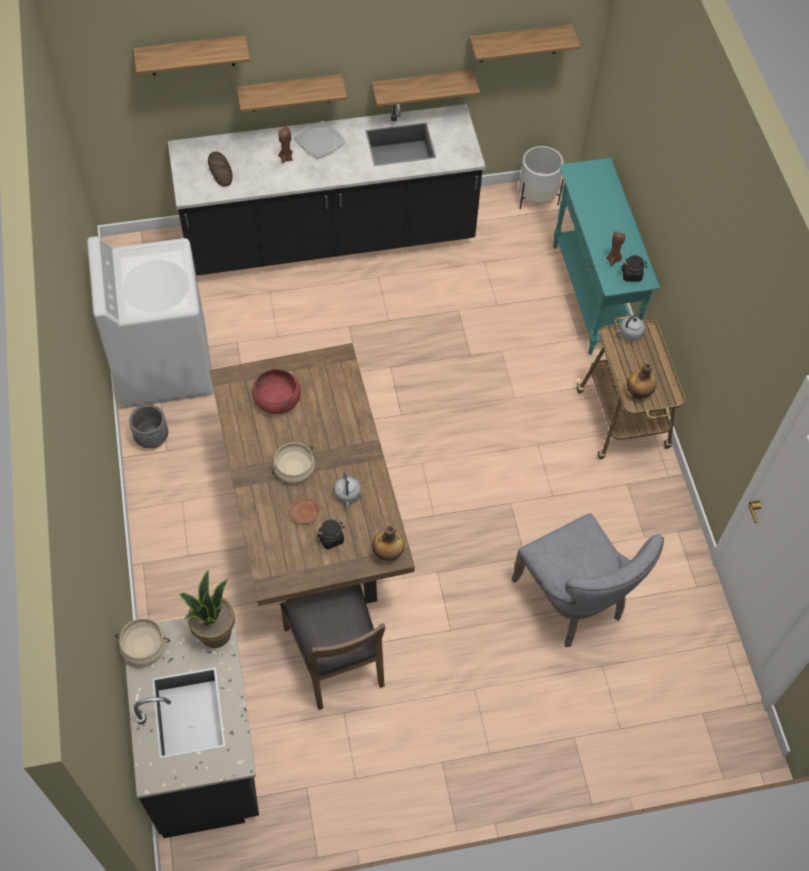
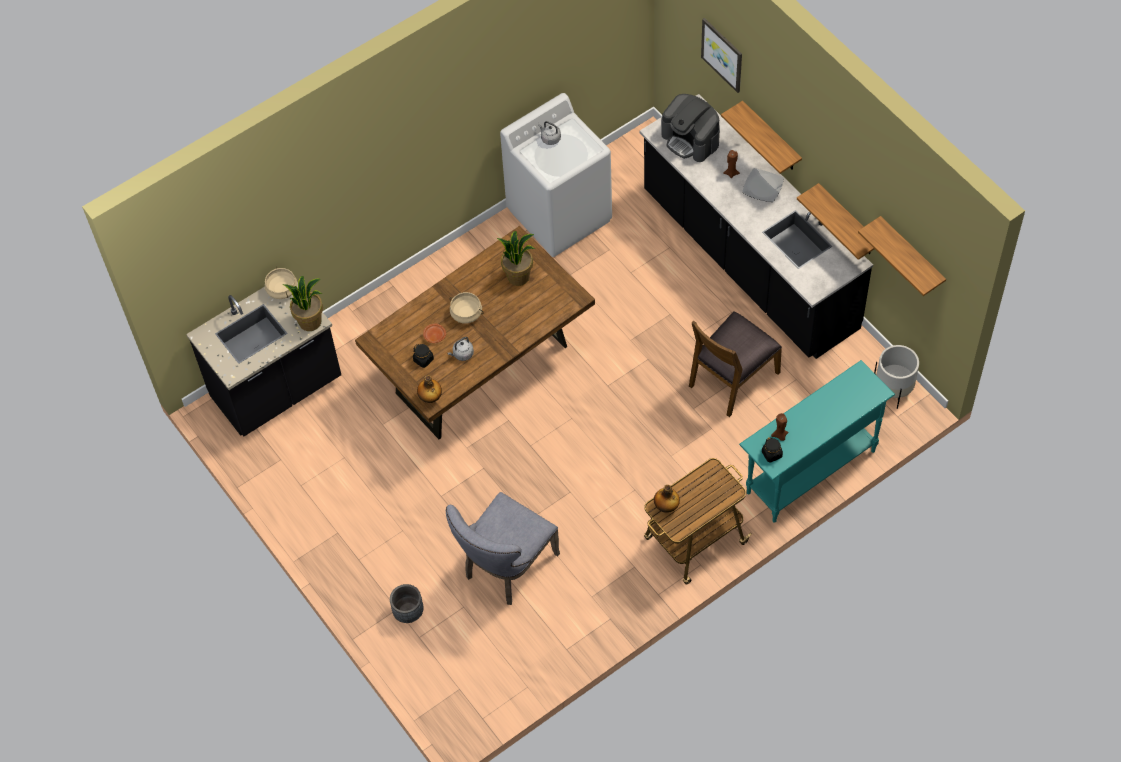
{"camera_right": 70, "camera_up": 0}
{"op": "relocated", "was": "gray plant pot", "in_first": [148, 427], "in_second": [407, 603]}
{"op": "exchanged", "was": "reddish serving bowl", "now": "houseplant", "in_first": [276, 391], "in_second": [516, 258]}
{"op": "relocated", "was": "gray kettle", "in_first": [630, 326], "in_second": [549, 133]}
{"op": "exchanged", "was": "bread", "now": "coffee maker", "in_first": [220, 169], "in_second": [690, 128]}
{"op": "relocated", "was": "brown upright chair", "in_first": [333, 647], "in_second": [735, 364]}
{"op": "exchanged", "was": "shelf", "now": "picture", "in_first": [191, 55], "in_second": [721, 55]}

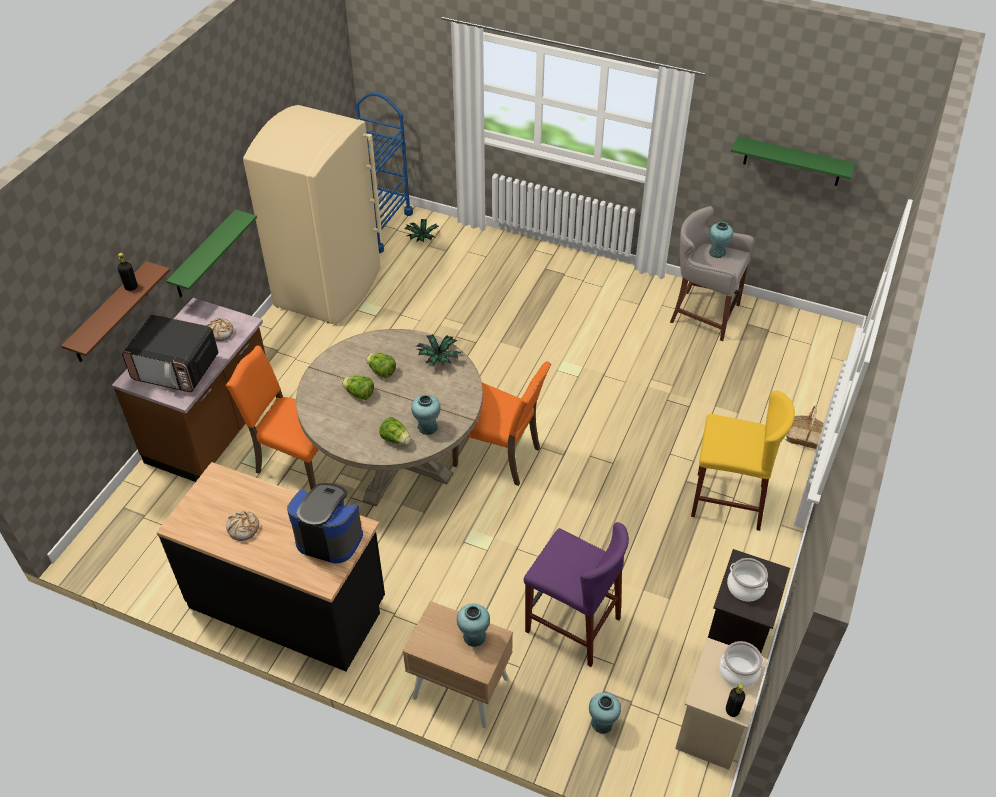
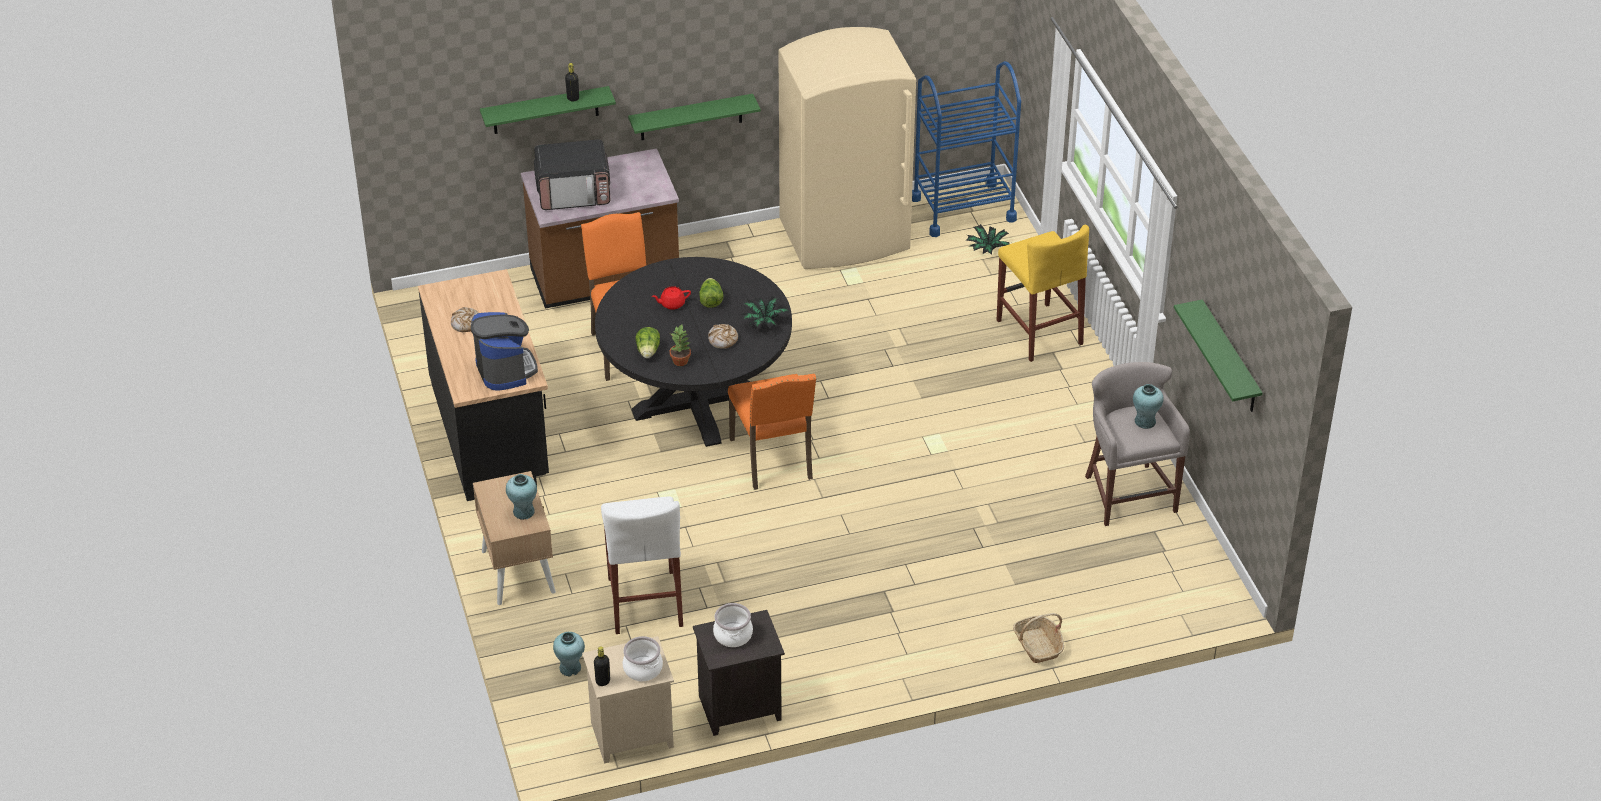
{"camera_right": 50, "camera_up": -5}
{"op": "colour", "was": "brown shelf", "now": "greenish shelf", "in_first": [115, 311], "in_second": [548, 110]}
{"op": "spun", "was": "kitchen microwave", "in_first": [170, 353], "in_second": [572, 174], "clockwise": -75}
{"op": "colour", "was": "beige-coloured dinner table", "now": "blackish dinner table", "in_first": [389, 418], "in_second": [693, 352]}
{"op": "colour", "was": "purple sitting stool", "now": "white sitting stool", "in_first": [576, 594], "in_second": [642, 565]}
{"op": "exchanged", "was": "lettuce head", "now": "reddish tea pot", "in_first": [358, 388], "in_second": [671, 298]}
{"op": "exchanged", "was": "turquoise vase", "now": "houseplant", "in_first": [425, 415], "in_second": [680, 345]}
{"op": "relocated", "was": "bread", "in_first": [220, 329], "in_second": [723, 336]}
{"op": "relocated", "was": "yellow-coloured sitting stool", "in_first": [743, 461], "in_second": [1043, 293]}

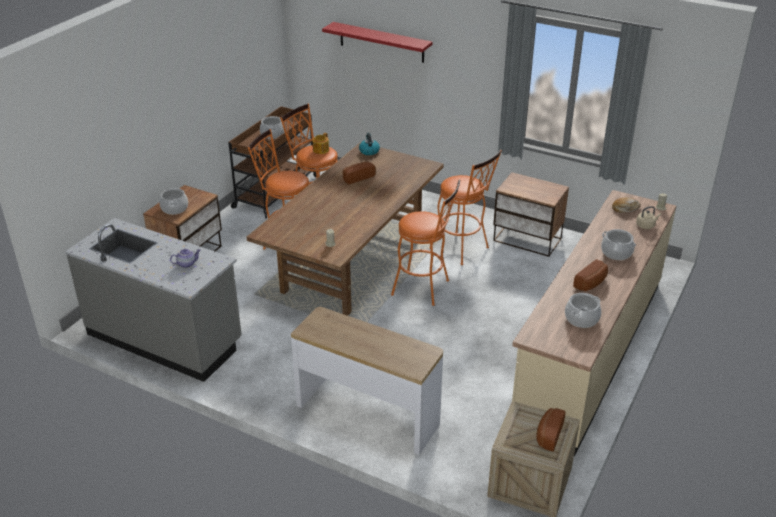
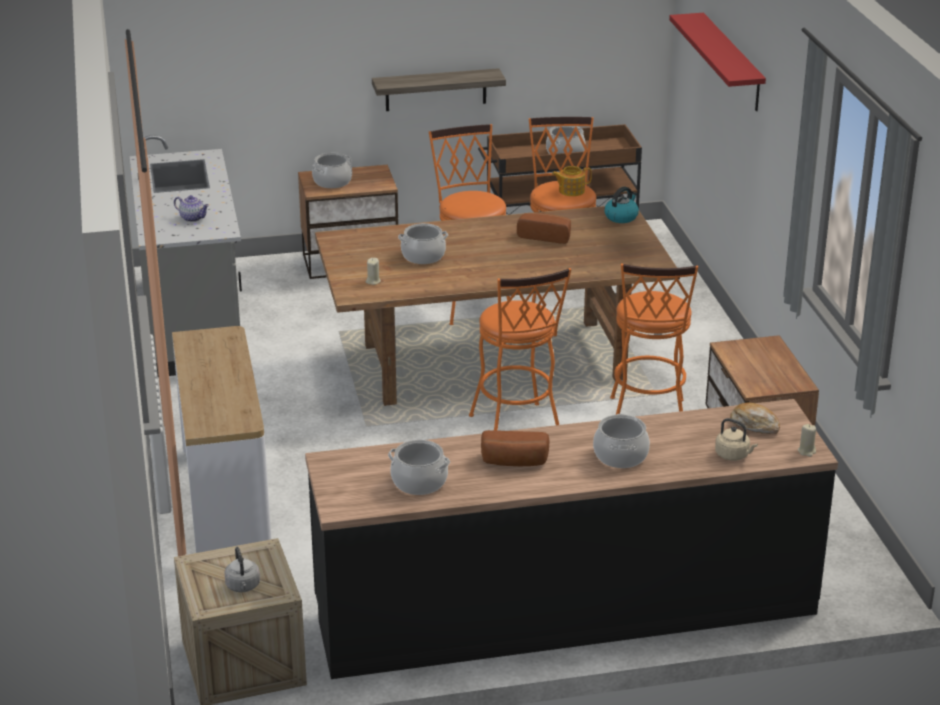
{"camera_right": 50, "camera_up": -5}
{"op": "exchanged", "was": "bread", "now": "gray kettle", "in_first": [551, 429], "in_second": [242, 569]}
{"op": "colour", "was": "beige-coloured kitchen base unit", "now": "blackish kitchen base unit", "in_first": [594, 323], "in_second": [571, 539]}
{"op": "appeared", "now": "shelf", "in_second": [439, 89]}
{"op": "appeared", "now": "cooking pot", "in_second": [423, 243]}

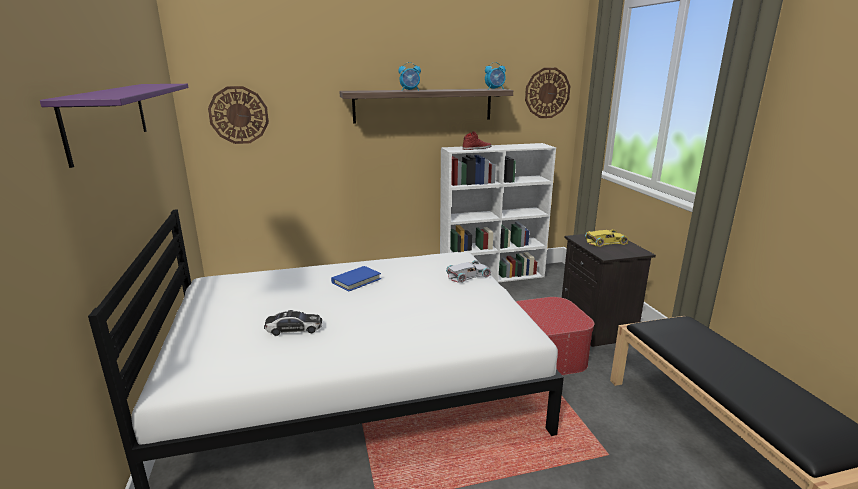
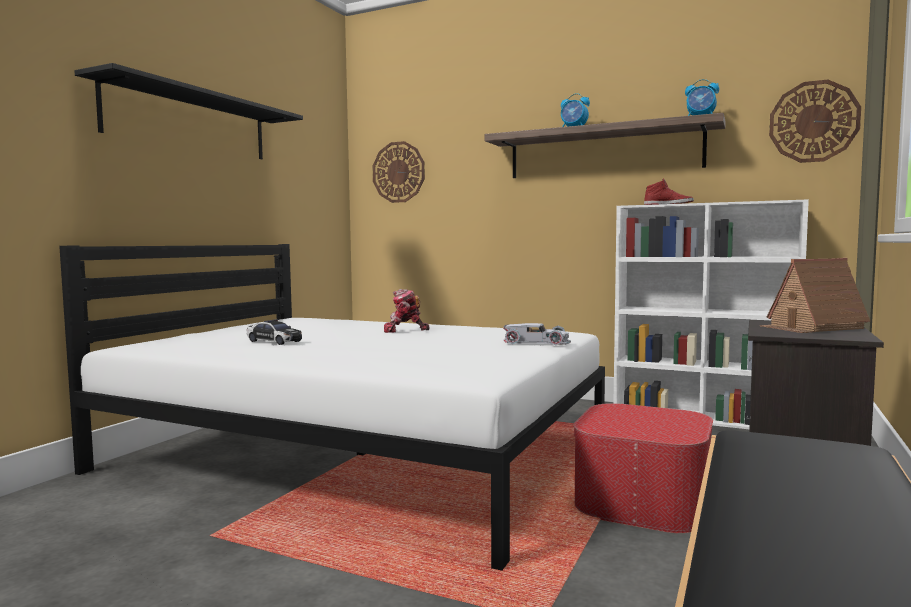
{"camera_right": 40, "camera_up": -15}
{"op": "colour", "was": "purple shelf", "now": "blackish shelf", "in_first": [114, 126], "in_second": [189, 111]}
{"op": "exchanged", "was": "bluish bound book", "now": "model robot", "in_first": [356, 279], "in_second": [406, 311]}
{"op": "exchanged", "was": "yellow-coloured model car", "now": "toy house", "in_first": [607, 238], "in_second": [814, 295]}

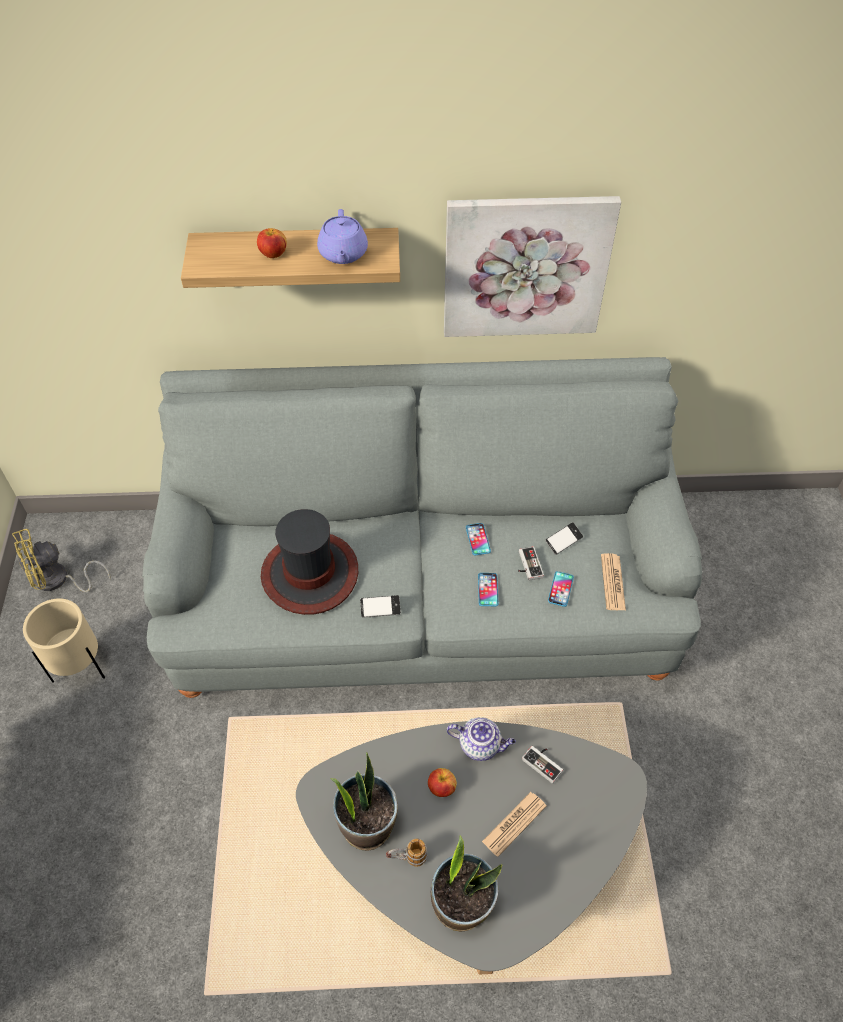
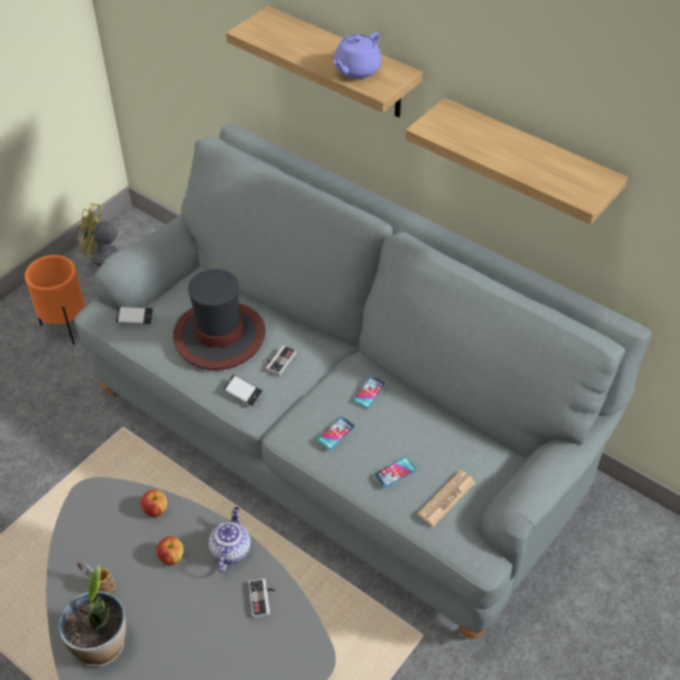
{"camera_right": 40, "camera_up": -5}
{"op": "colour", "was": "beige-coloured plant pot", "now": "orangey plant pot", "in_first": [64, 640], "in_second": [55, 300]}
{"op": "relocated", "was": "phone", "in_first": [564, 538], "in_second": [134, 315]}
{"op": "relocated", "was": "apple", "in_first": [272, 243], "in_second": [154, 503]}
{"op": "spun", "was": "tea pot", "in_first": [481, 739], "in_second": [229, 540], "clockwise": -135}
{"op": "relocated", "was": "gamepad", "in_first": [531, 563], "in_second": [281, 360]}
{"op": "exchanged", "was": "picture", "now": "shelf", "in_first": [532, 266], "in_second": [516, 161]}
{"op": "missing", "was": "houseplant", "in_first": [364, 801]}
{"op": "missing", "was": "printed paper", "in_first": [514, 824]}

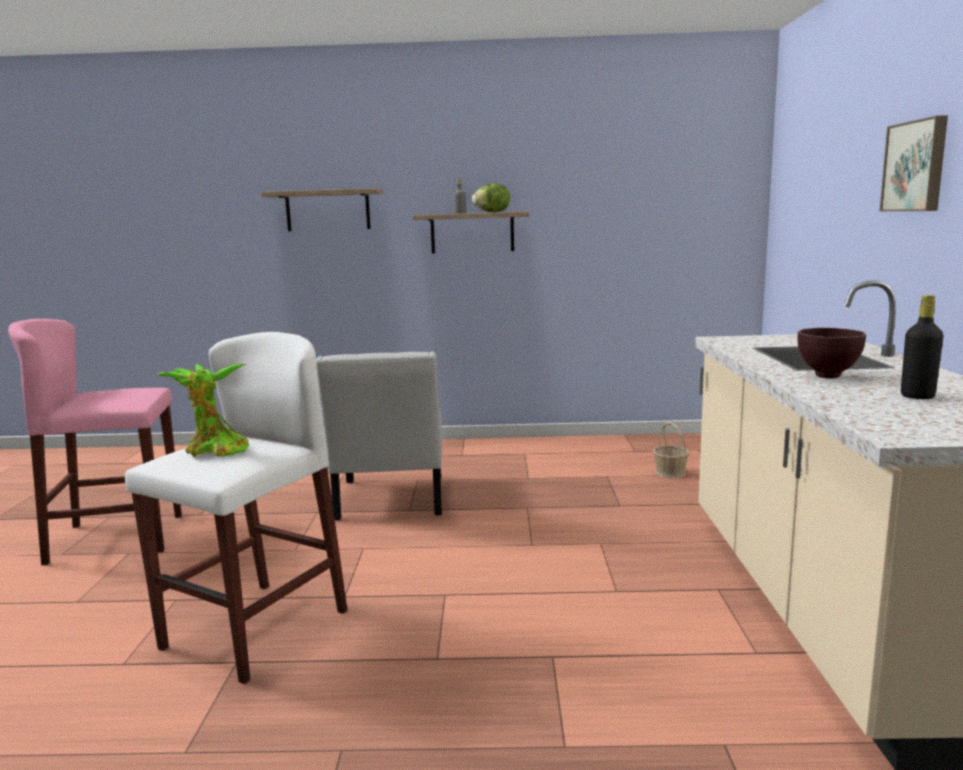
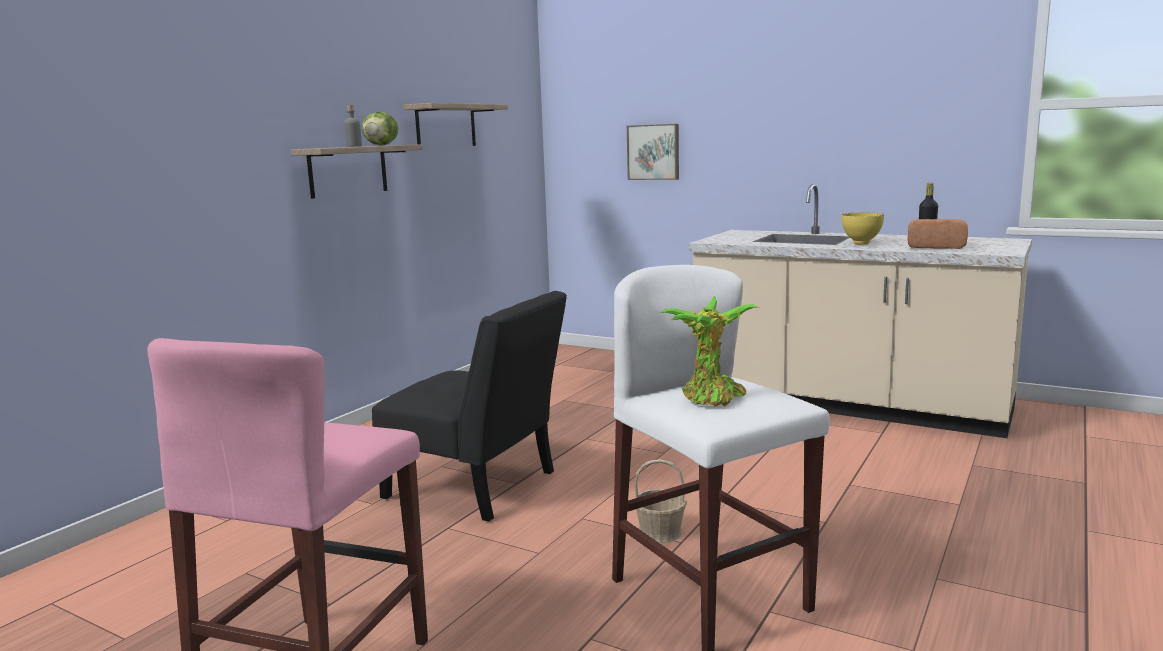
{"camera_right": -60, "camera_up": 0}
{"op": "colour", "was": "white upright chair", "now": "blackish upright chair", "in_first": [379, 436], "in_second": [469, 406]}
{"op": "relocated", "was": "shelf", "in_first": [322, 209], "in_second": [456, 124]}
{"op": "relocated", "was": "picture", "in_first": [914, 163], "in_second": [653, 152]}
{"op": "relocated", "was": "basket", "in_first": [671, 450], "in_second": [660, 501]}
{"op": "colour", "was": "brown serving bowl", "now": "yellow-coloured serving bowl", "in_first": [832, 353], "in_second": [863, 229]}
{"op": "appeared", "now": "bread", "in_second": [937, 234]}

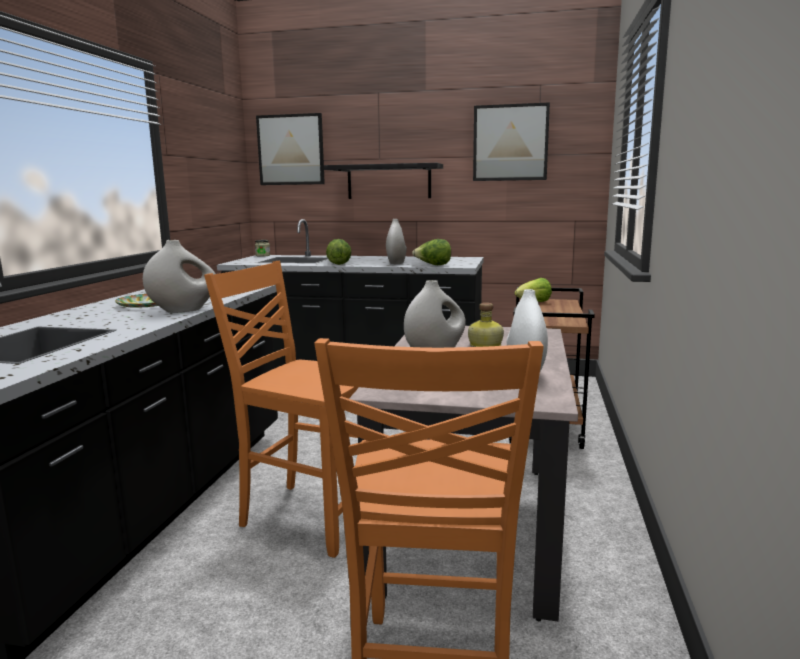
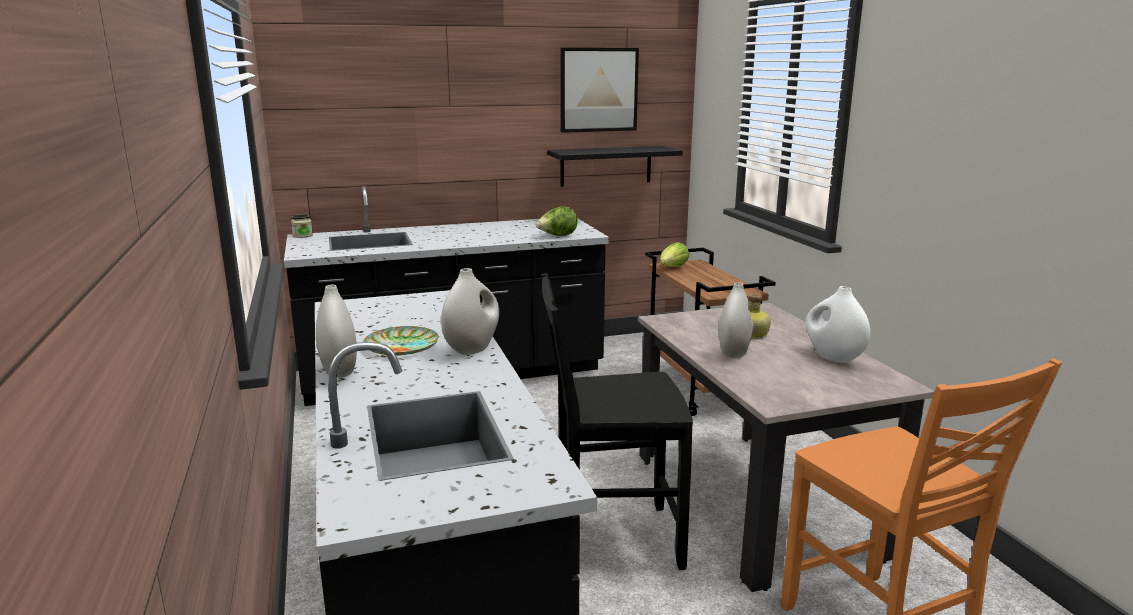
{"camera_right": -30, "camera_up": 5}
{"op": "relocated", "was": "white vase", "in_first": [396, 241], "in_second": [336, 331]}
{"op": "colour", "was": "orangey upright chair", "now": "blackish upright chair", "in_first": [281, 409], "in_second": [617, 421]}
{"op": "relocated", "was": "blackish shelf", "in_first": [383, 181], "in_second": [615, 166]}
{"op": "missing", "was": "picture", "in_first": [290, 149]}
{"op": "missing", "was": "lettuce head", "in_first": [339, 252]}

